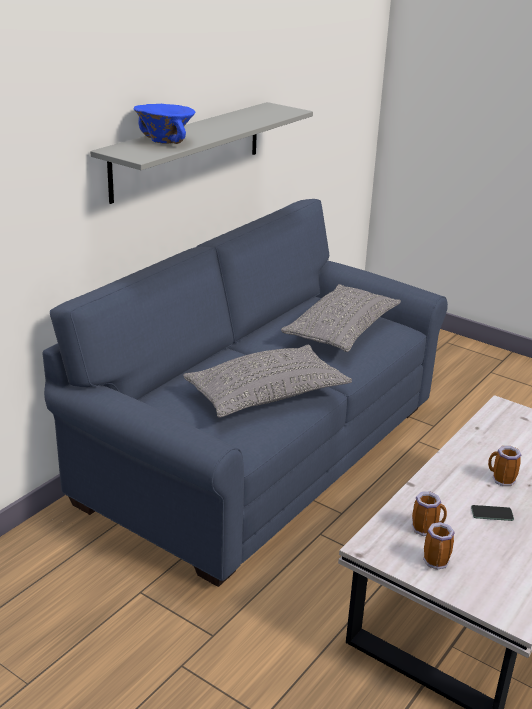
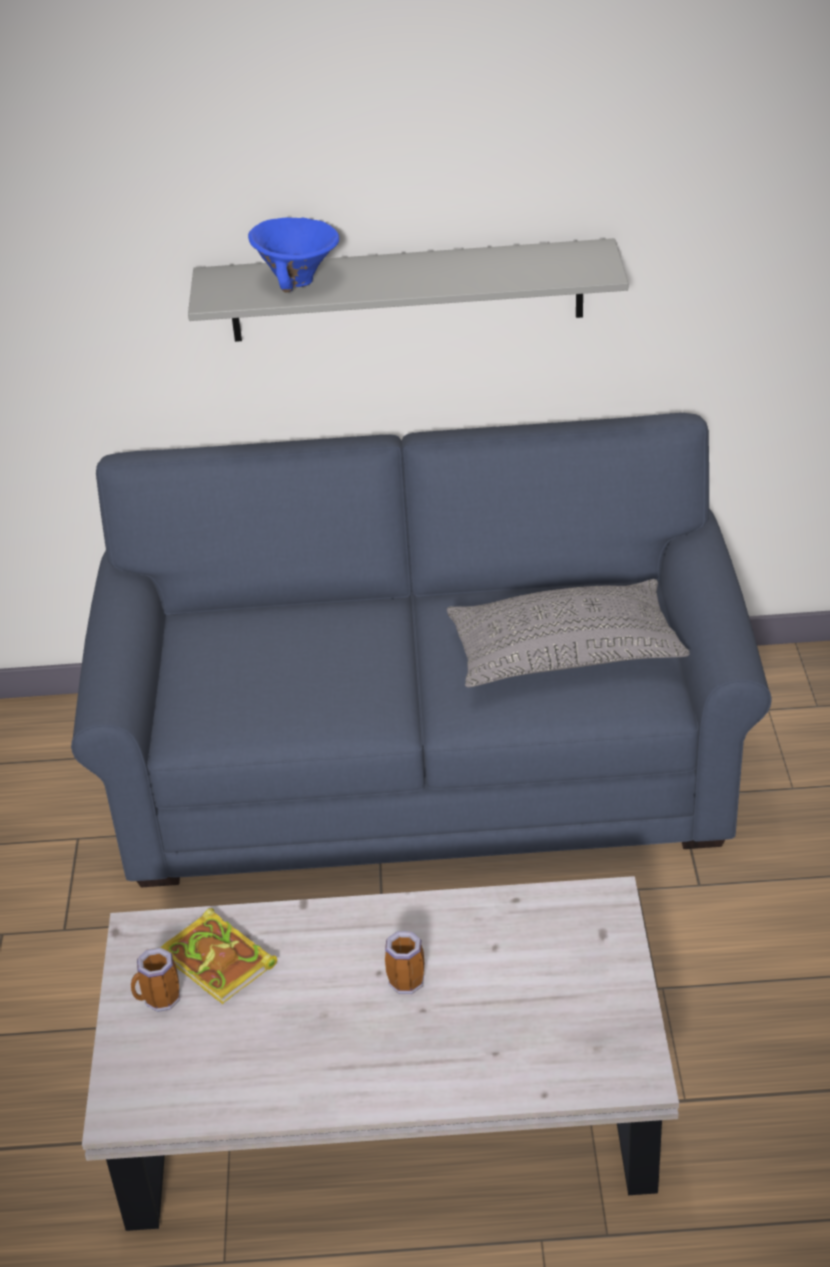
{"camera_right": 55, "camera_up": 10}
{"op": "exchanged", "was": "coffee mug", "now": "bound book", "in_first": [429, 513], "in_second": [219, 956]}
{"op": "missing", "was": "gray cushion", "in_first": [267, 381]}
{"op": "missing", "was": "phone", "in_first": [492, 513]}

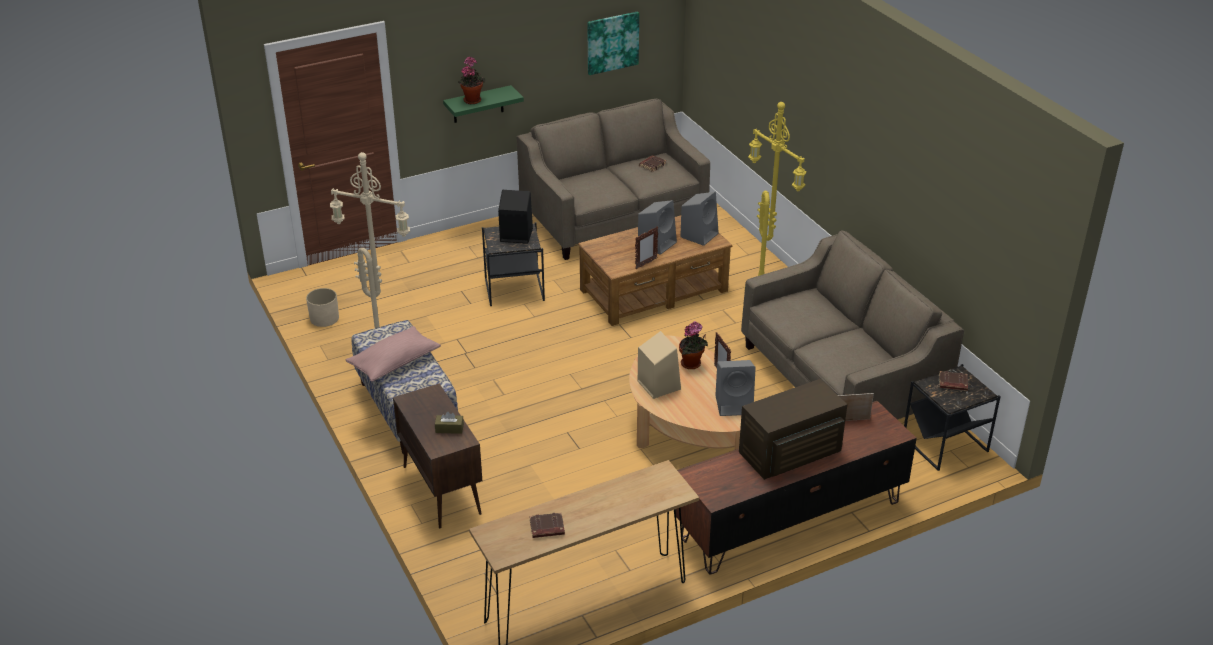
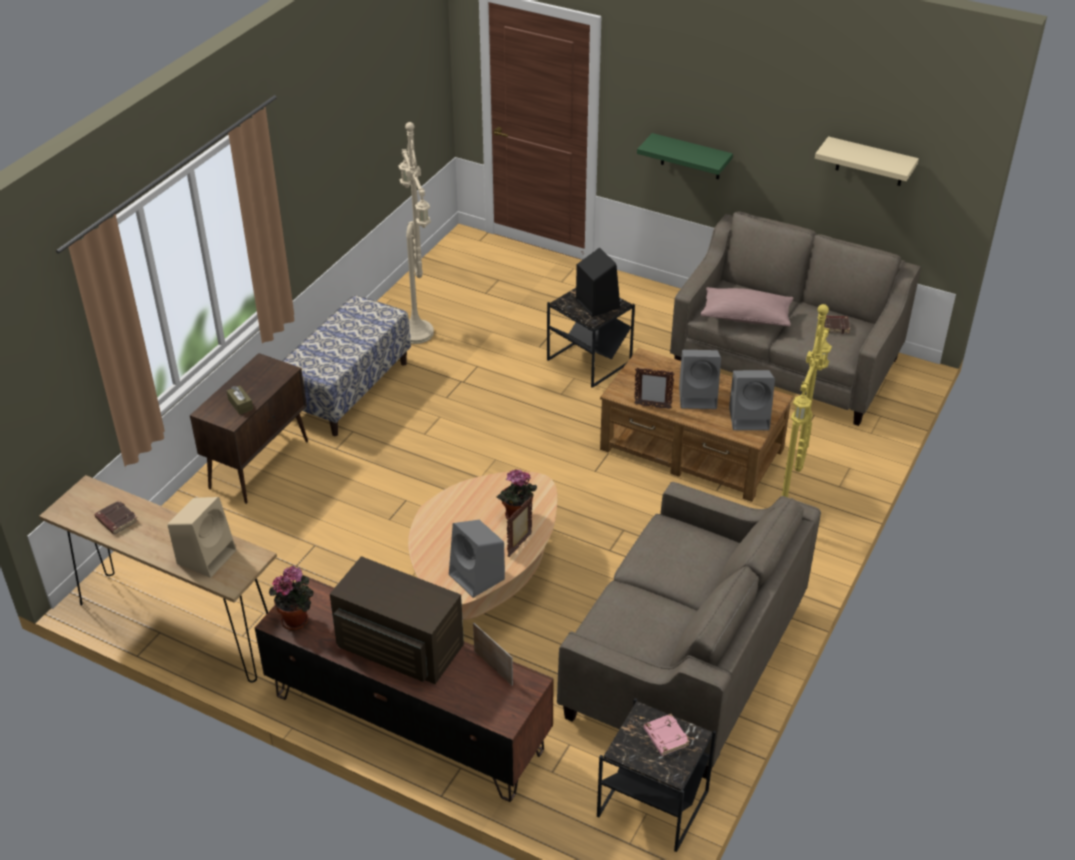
{"camera_right": 55, "camera_up": 5}
{"op": "relocated", "was": "beige-coloured speaker", "in_first": [659, 365], "in_second": [202, 537]}
{"op": "relocated", "was": "houseplant", "in_first": [472, 80], "in_second": [291, 598]}
{"op": "colour", "was": "brown bound book", "now": "pinkish bound book", "in_first": [953, 381], "in_second": [666, 735]}
{"op": "relocated", "was": "pinkish cushion", "in_first": [393, 354], "in_second": [747, 307]}
{"op": "exchanged", "was": "picture", "now": "beige-coloured shelf", "in_first": [613, 43], "in_second": [867, 161]}
{"op": "missing", "was": "beige-coloured plant pot", "in_first": [322, 307]}

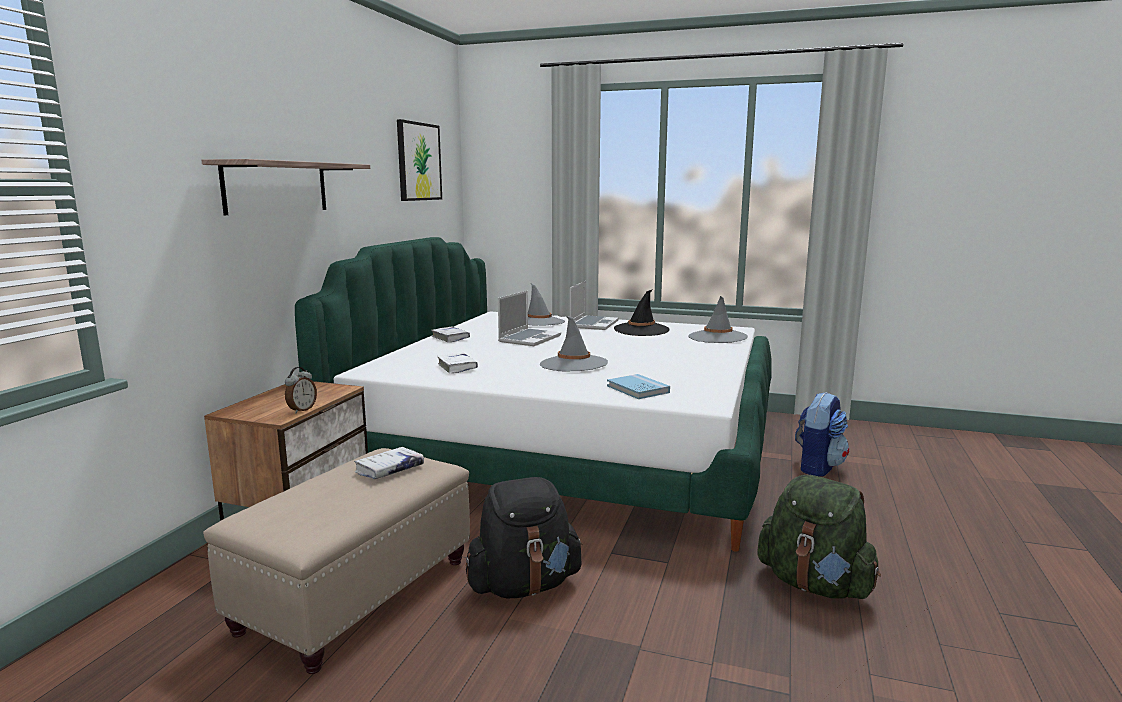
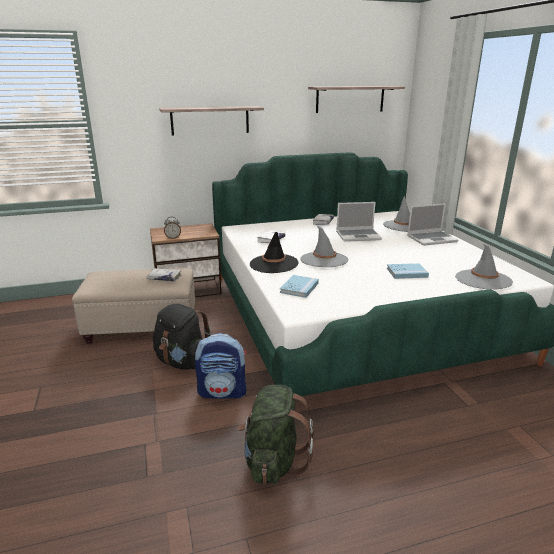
{"camera_right": 55, "camera_up": 10}
{"op": "relocated", "was": "knapsack", "in_first": [822, 434], "in_second": [221, 366]}
{"op": "relocated", "was": "blackish hat", "in_first": [642, 312], "in_second": [274, 252]}
{"op": "exchanged", "was": "picture", "now": "shelf", "in_first": [419, 160], "in_second": [356, 99]}
{"op": "appeared", "now": "bluish bound book", "in_second": [408, 271]}

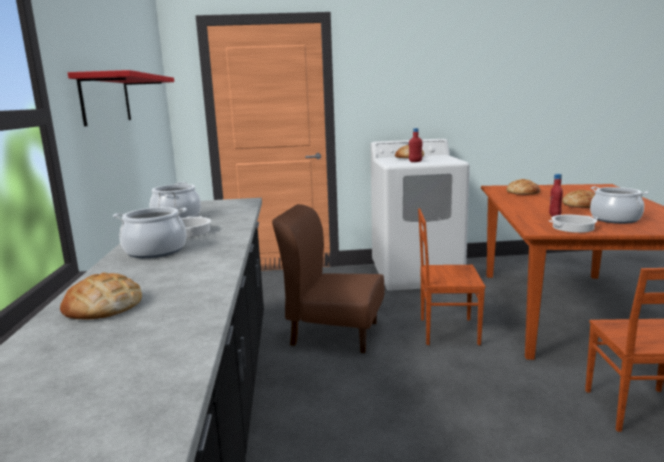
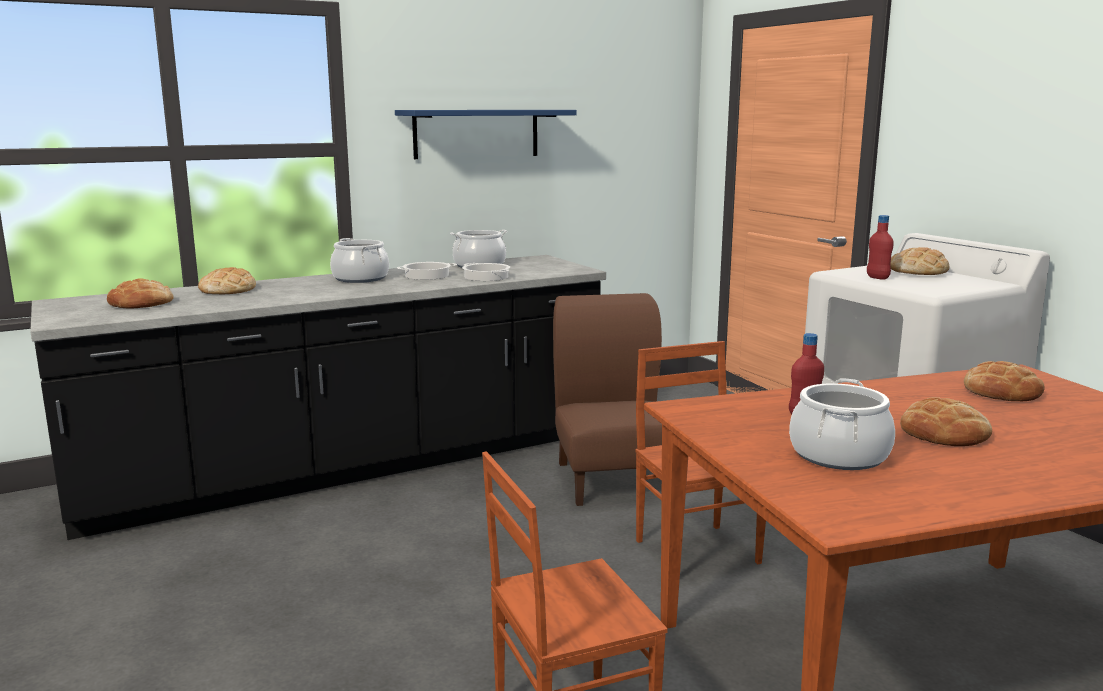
{"camera_right": 65, "camera_up": 0}
{"op": "appeared", "now": "bread", "in_second": [140, 293]}
{"op": "colour", "was": "reddish shelf", "now": "bluish shelf", "in_first": [121, 98], "in_second": [486, 134]}
{"op": "relocated", "was": "cooking pot", "in_first": [573, 224], "in_second": [486, 272]}

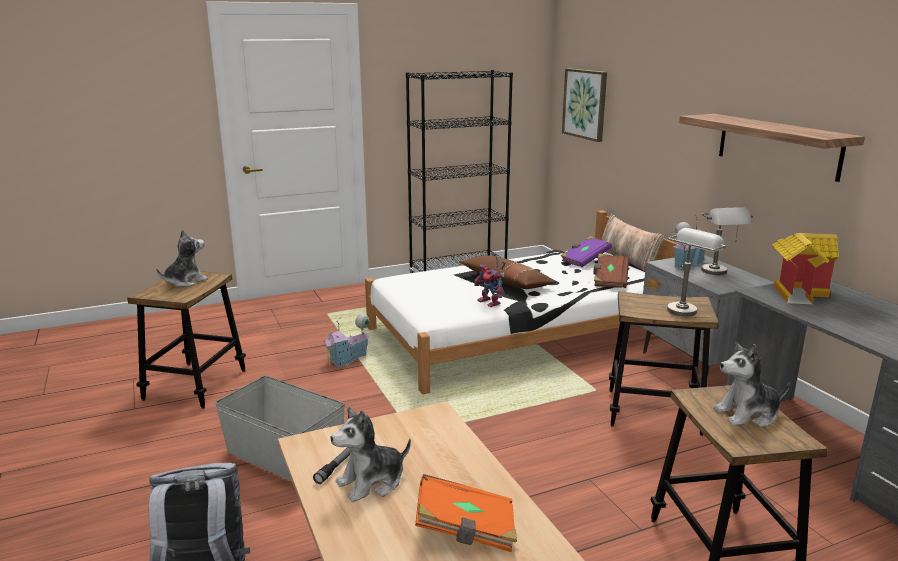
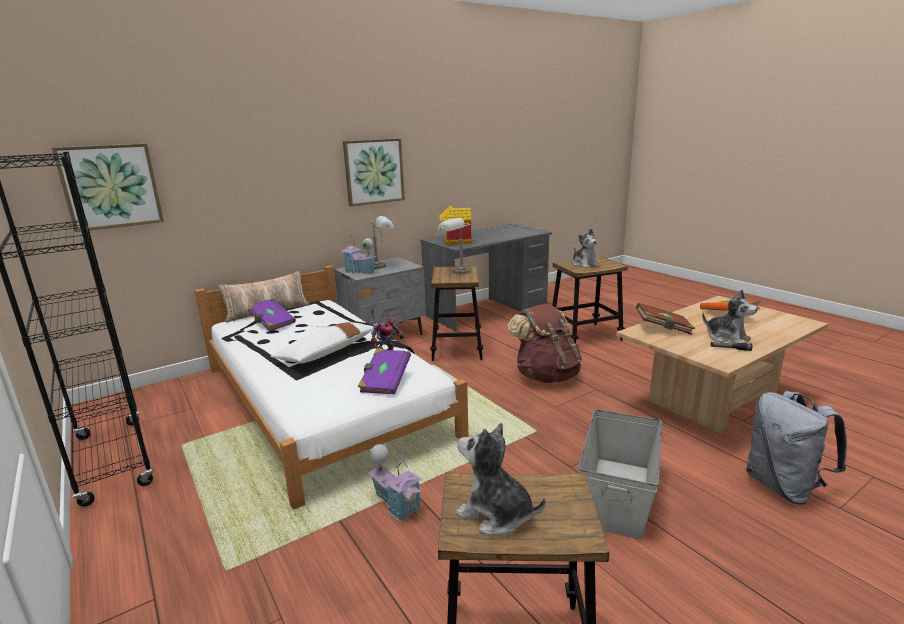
{"camera_right": -100, "camera_up": 0}
{"op": "colour", "was": "brown cushion", "now": "white cushion", "in_first": [508, 272], "in_second": [322, 342]}
{"op": "exchanged", "was": "shelf", "now": "picture", "in_first": [772, 148], "in_second": [374, 172]}
{"op": "appeared", "now": "purple bound book", "in_second": [384, 371]}
{"op": "appeared", "now": "brown knapsack", "in_second": [545, 343]}
{"op": "relocated", "was": "brown bound book", "in_first": [611, 270], "in_second": [665, 319]}

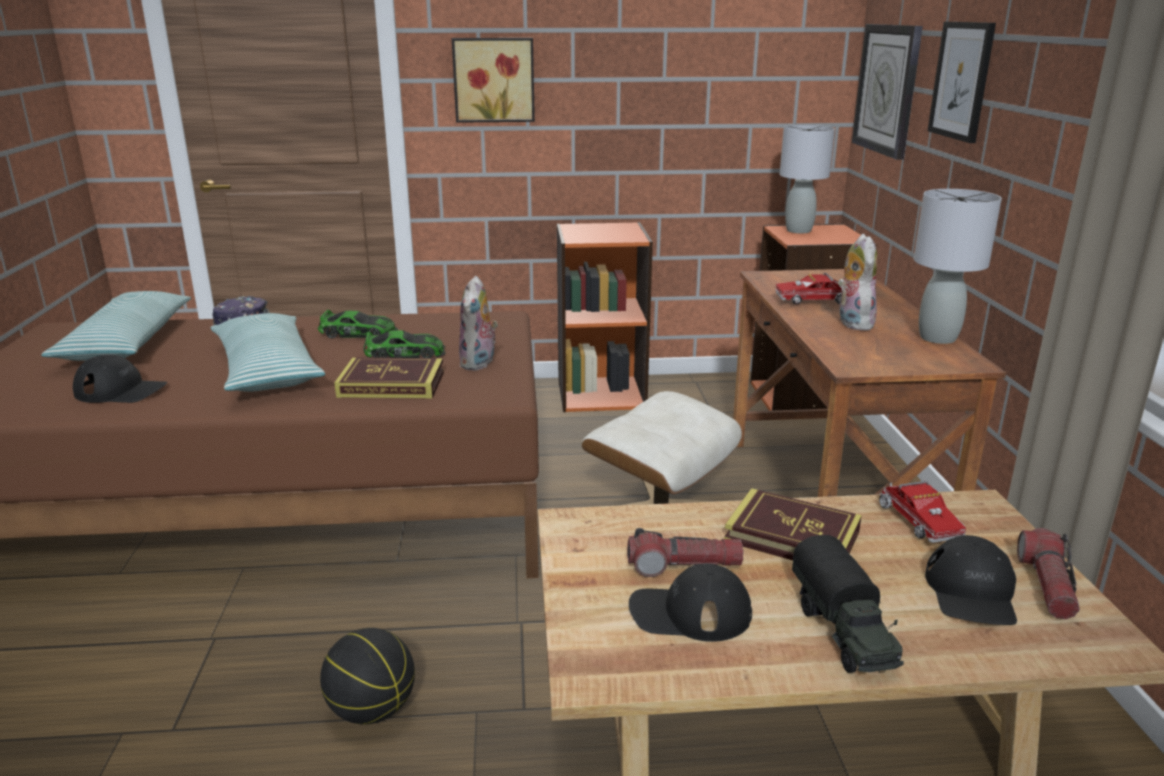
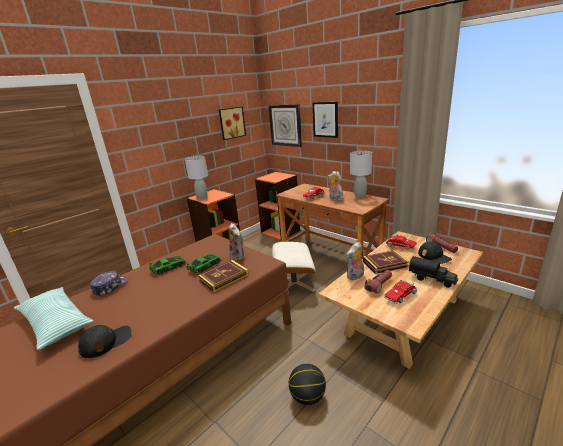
{"camera_right": -40, "camera_up": 0}
{"op": "relocated", "was": "gray tabletop lamp", "in_first": [807, 179], "in_second": [196, 177]}
{"op": "relocated", "was": "picture", "in_first": [493, 80], "in_second": [232, 123]}
{"op": "appeared", "now": "cuddly toy", "in_second": [355, 261]}
{"op": "exchanged", "was": "blackish baseball cap", "now": "model truck", "in_first": [690, 602], "in_second": [400, 292]}
{"op": "missing", "was": "cushion", "in_first": [267, 352]}

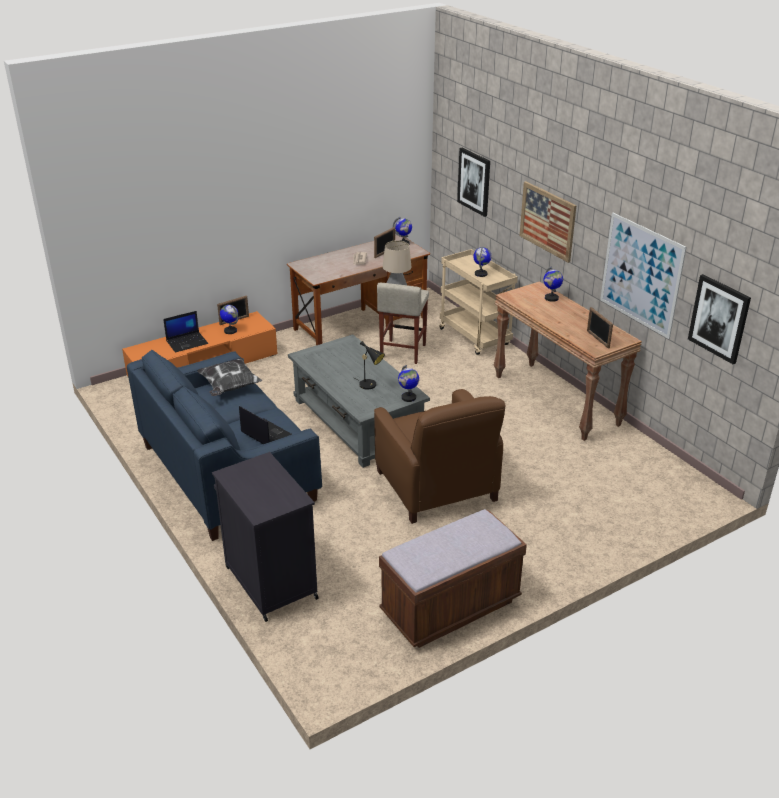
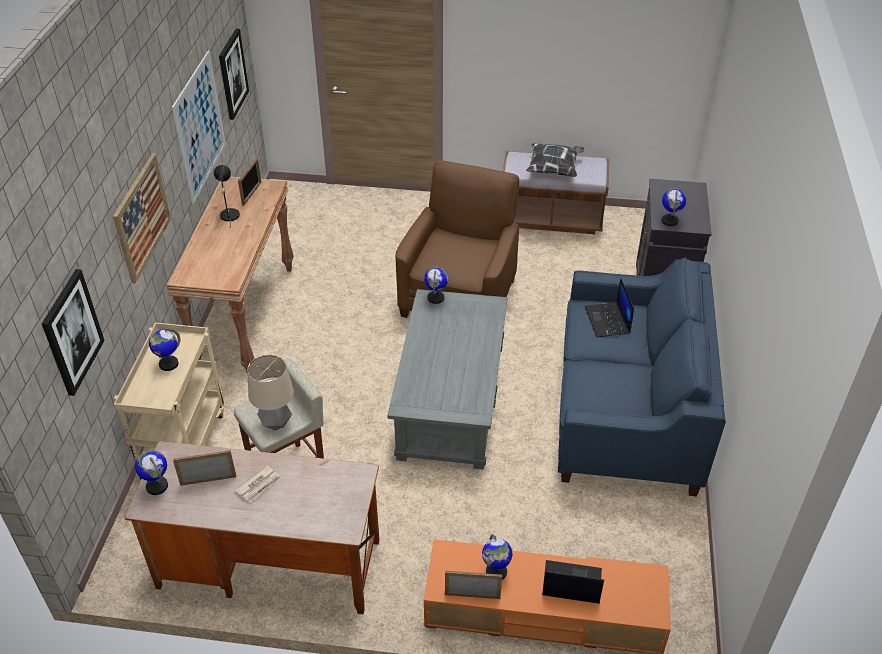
{"camera_right": -140, "camera_up": 10}
{"op": "relocated", "was": "blackish tabletop lamp", "in_first": [370, 365], "in_second": [227, 195]}
{"op": "relocated", "was": "cushion", "in_first": [229, 377], "in_second": [555, 160]}
{"op": "relocated", "was": "globe", "in_first": [553, 284], "in_second": [674, 207]}

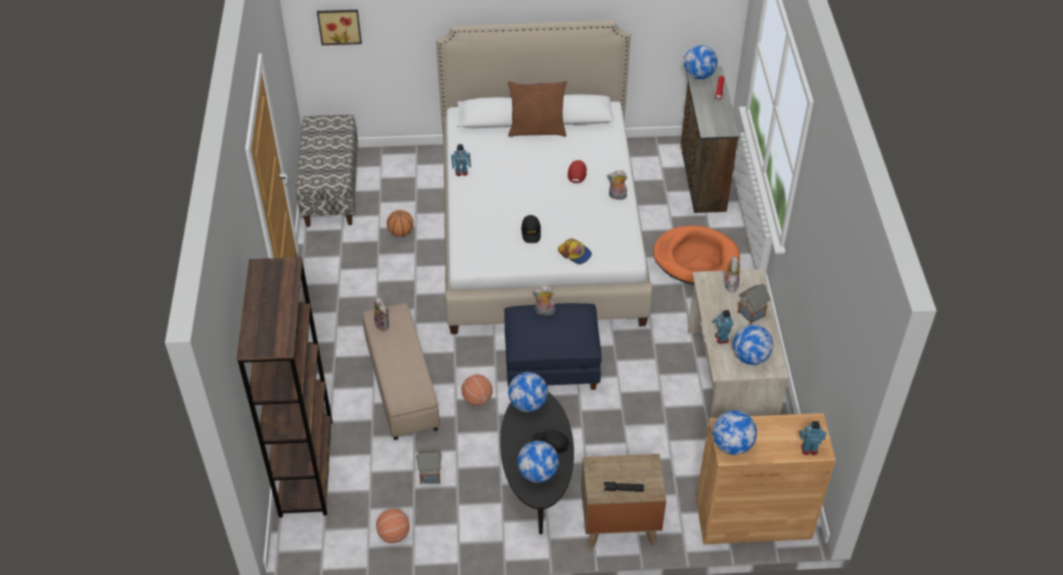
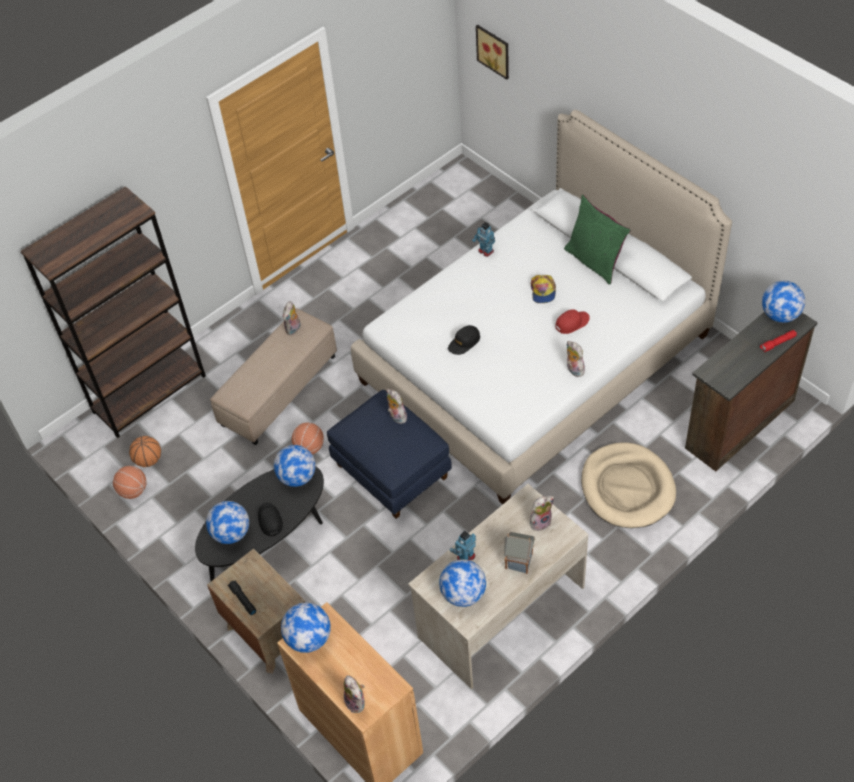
{"camera_right": 55, "camera_up": 5}
{"op": "relocated", "was": "basketball", "in_first": [400, 223], "in_second": [145, 451]}
{"op": "exchanged", "was": "model robot", "now": "cuddly toy", "in_first": [812, 438], "in_second": [354, 694]}
{"op": "relocated", "was": "baseball cap", "in_first": [575, 251], "in_second": [543, 289]}
{"op": "colour", "was": "brown cushion", "now": "greenish cushion", "in_first": [537, 109], "in_second": [597, 240]}
{"op": "colour", "was": "orangey dog cushion", "now": "beige-coloured dog cushion", "in_first": [696, 254], "in_second": [628, 485]}
{"op": "missing", "was": "indoor bench", "in_first": [327, 171]}
{"op": "missing", "was": "toy house", "in_first": [429, 467]}

